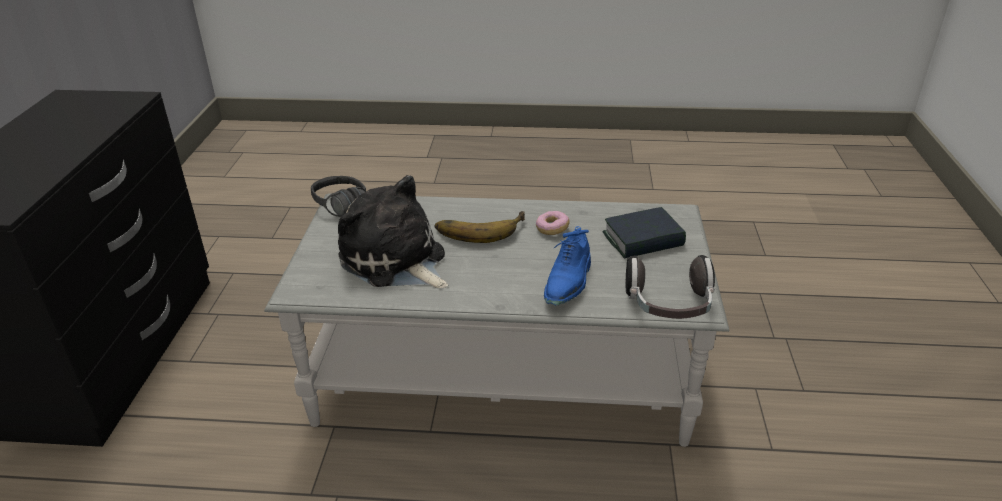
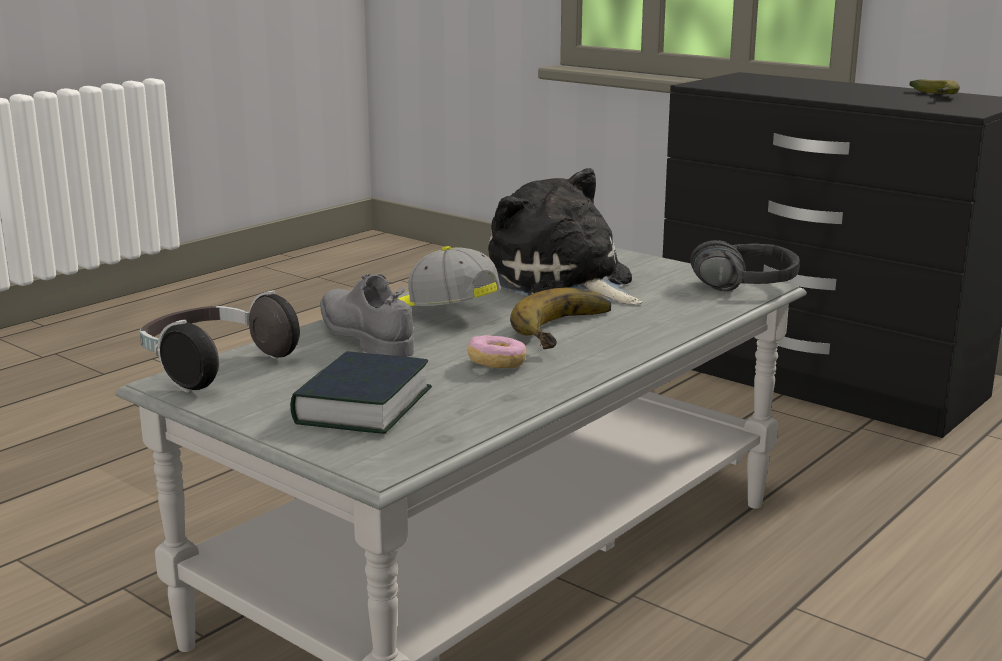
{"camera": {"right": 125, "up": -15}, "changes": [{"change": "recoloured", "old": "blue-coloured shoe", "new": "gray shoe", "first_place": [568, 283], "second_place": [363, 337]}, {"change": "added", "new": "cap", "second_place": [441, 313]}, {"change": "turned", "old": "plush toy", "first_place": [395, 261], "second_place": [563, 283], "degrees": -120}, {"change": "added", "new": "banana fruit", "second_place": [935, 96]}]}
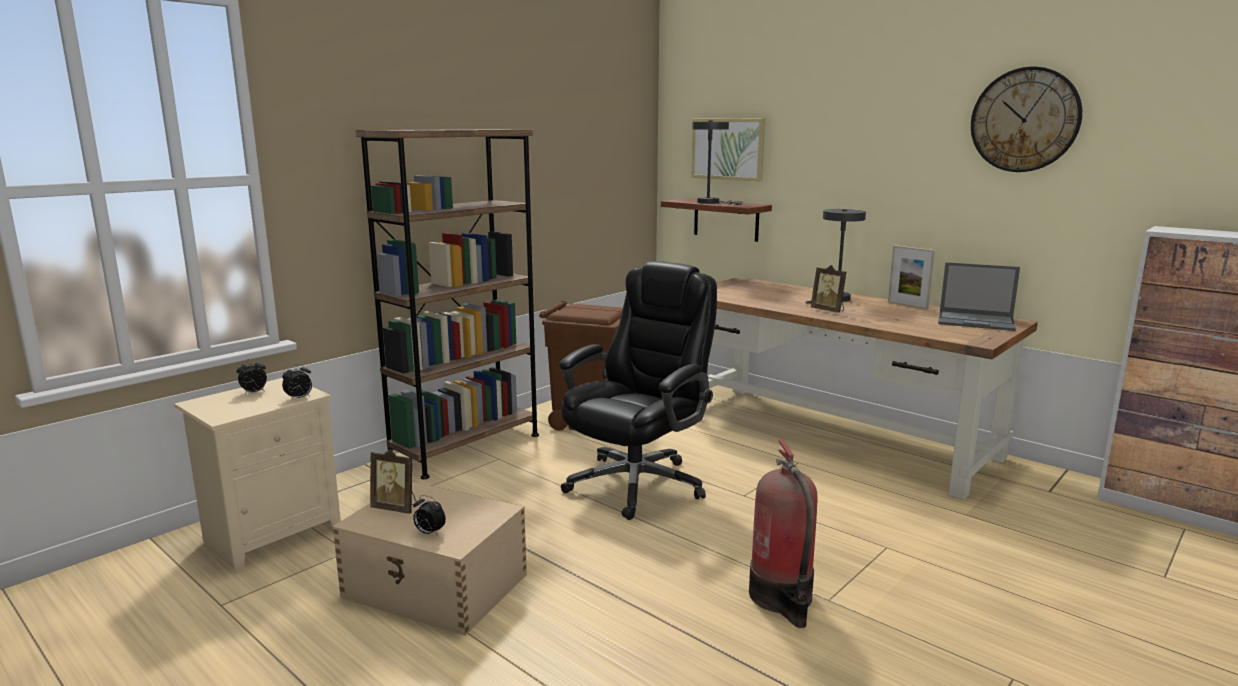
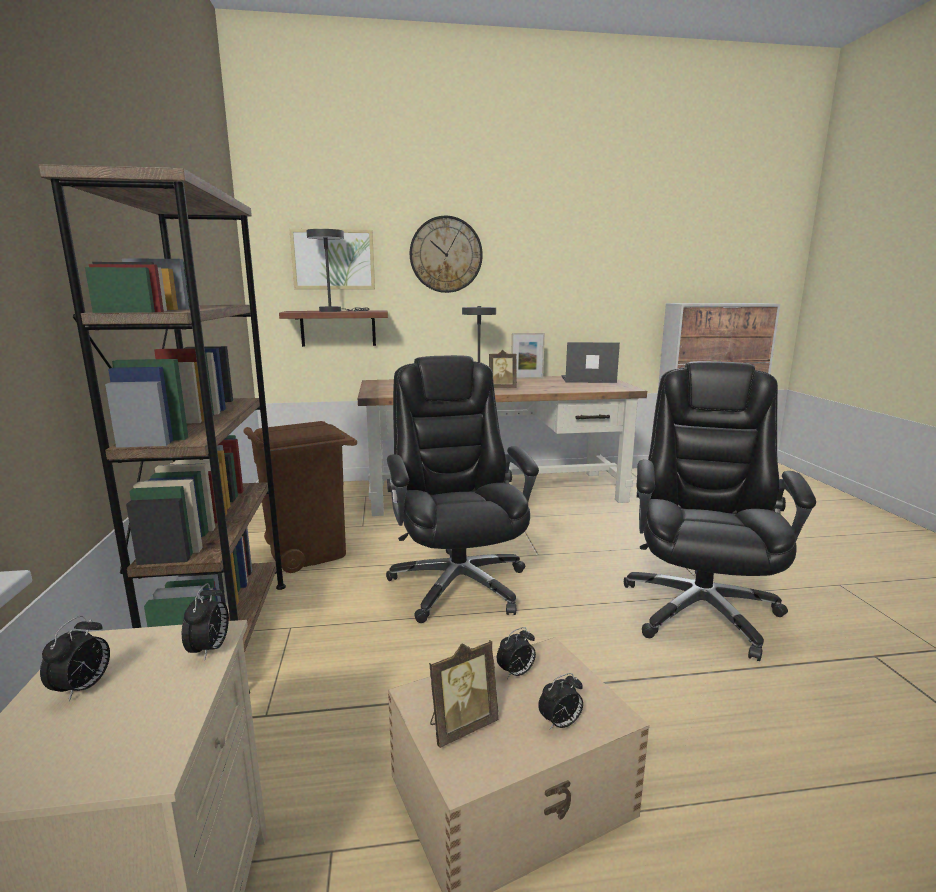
{"camera": {"right": -50, "up": 0}, "changes": [{"change": "moved", "old": "hanging clock", "first_place": [1025, 120], "second_place": [446, 255]}, {"change": "added", "new": "alarm clock", "second_place": [516, 673]}, {"change": "turned", "old": "laptop", "first_place": [977, 321], "second_place": [587, 379], "degrees": -150}, {"change": "replaced", "old": "fire extinguisher", "new": "black computer chair", "first_place": [782, 598], "second_place": [700, 609]}]}
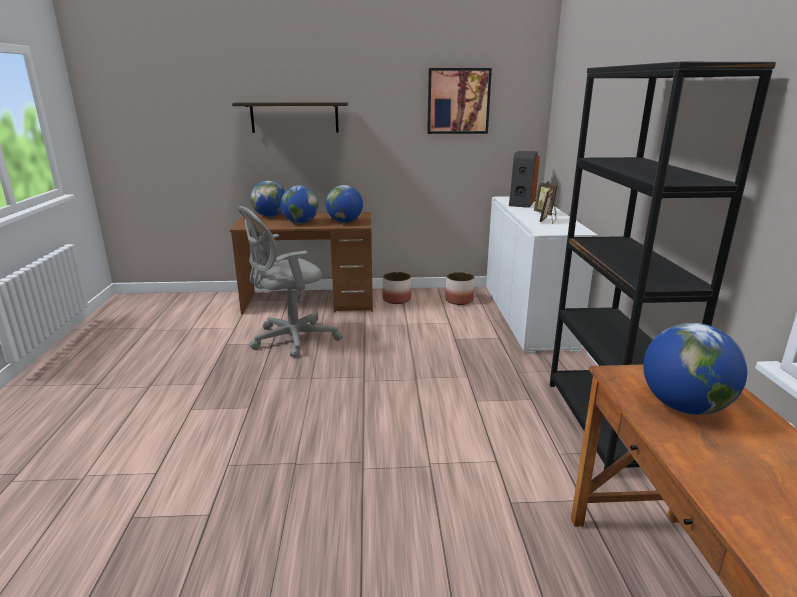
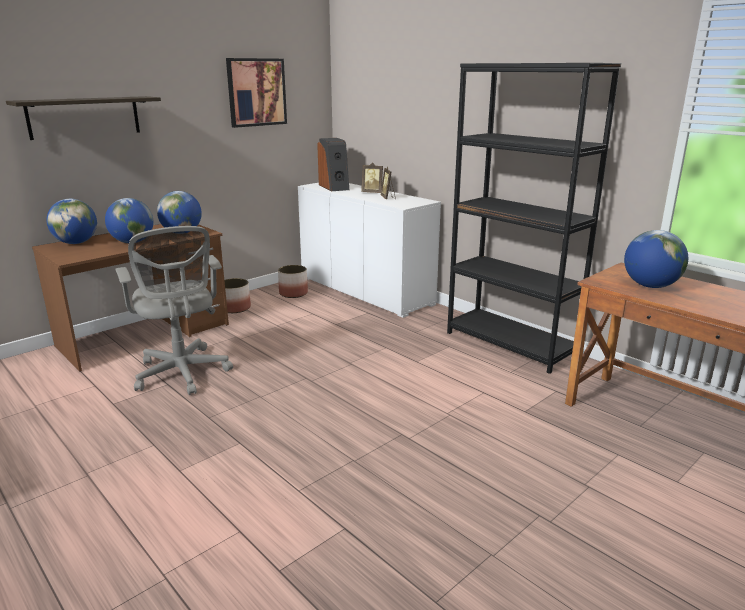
{"camera": {"right": -40, "up": 0}, "changes": [{"change": "turned", "old": "gray computer chair", "first_place": [290, 339], "second_place": [183, 374], "degrees": -45}]}
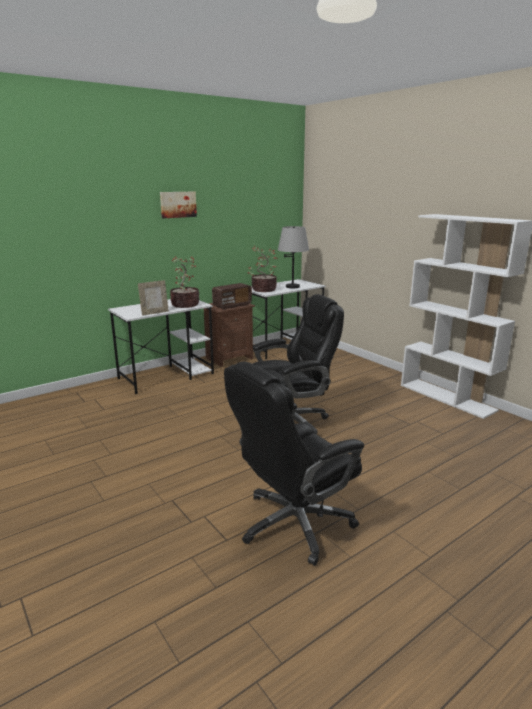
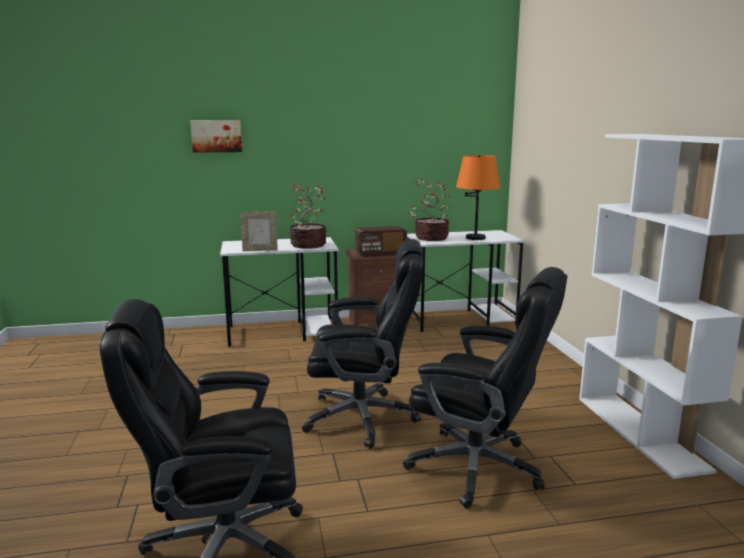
{"camera": {"right": 25, "up": -5}, "changes": [{"change": "moved", "old": "picture", "first_place": [178, 204], "second_place": [216, 136]}, {"change": "added", "new": "black computer chair", "second_place": [478, 468]}, {"change": "recoloured", "old": "gray table lamp", "new": "orange-coloured table lamp", "first_place": [292, 287], "second_place": [475, 238]}]}
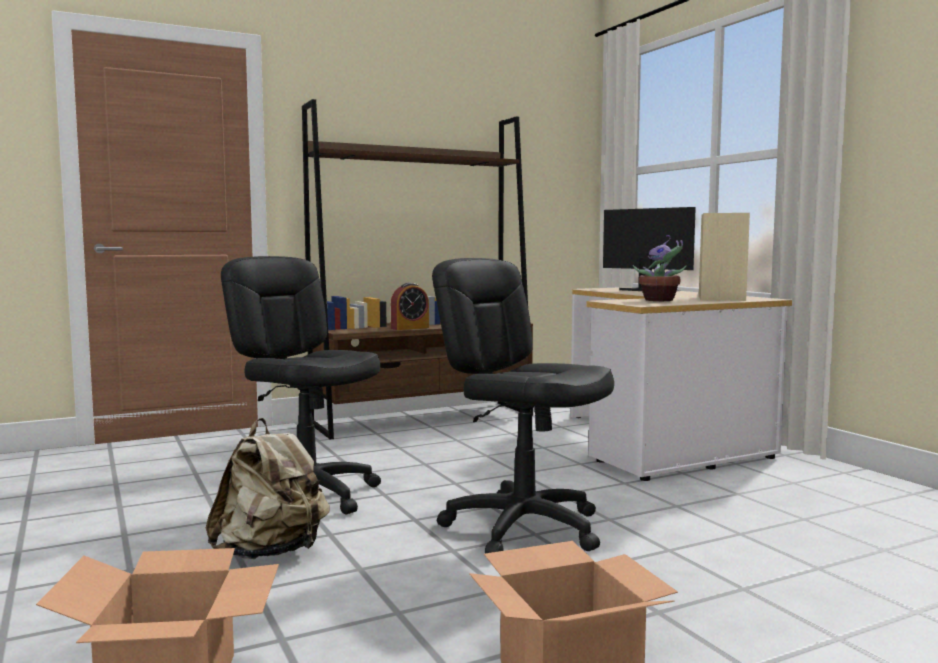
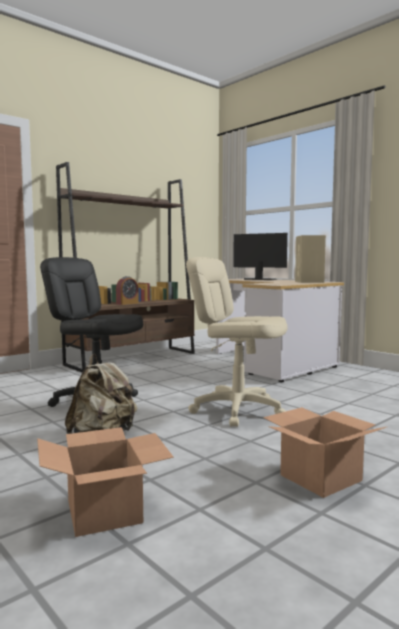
{"camera": {"right": -15, "up": 0}, "changes": [{"change": "recoloured", "old": "black computer chair", "new": "beige computer chair", "first_place": [523, 528], "second_place": [237, 410]}, {"change": "removed", "old": "houseplant", "first_place": [661, 300]}]}
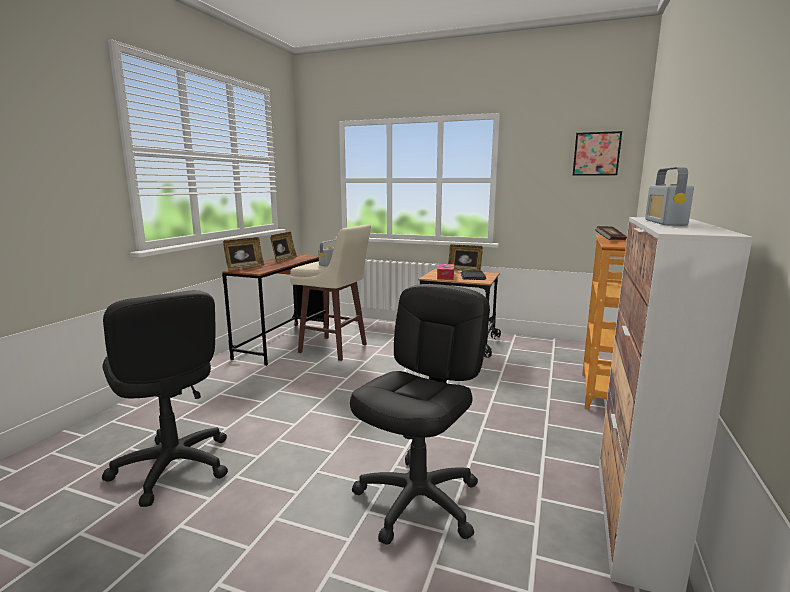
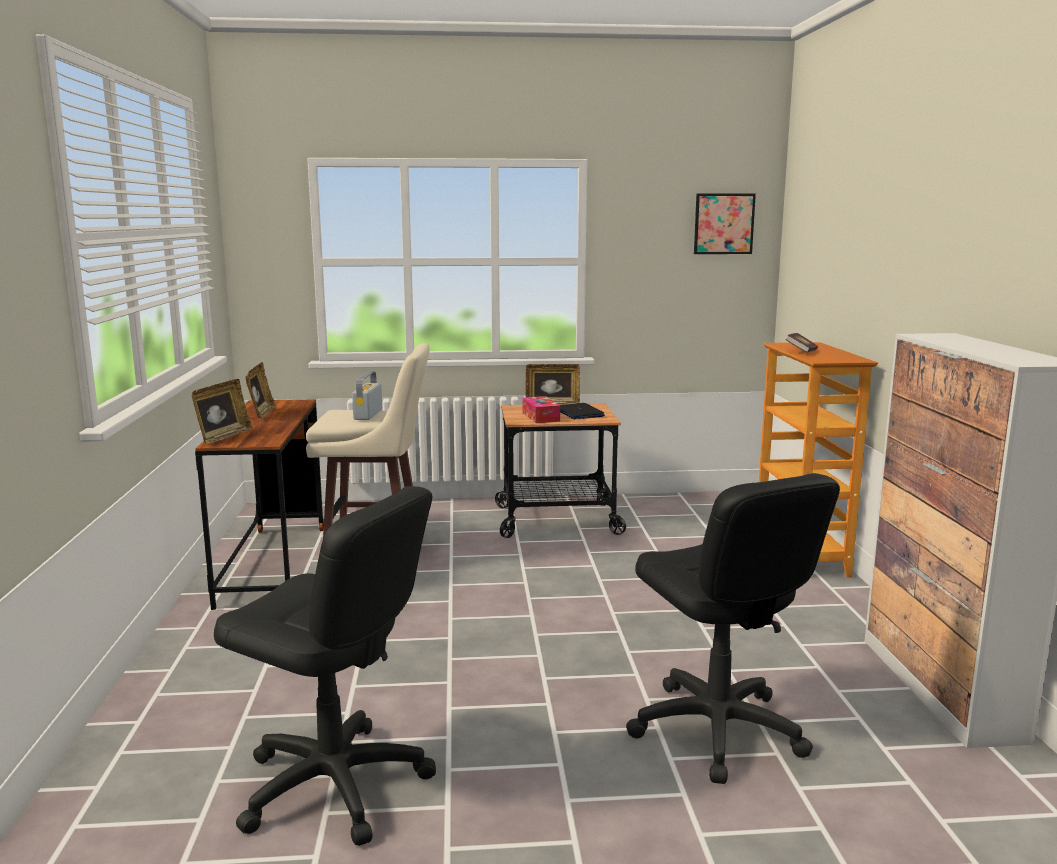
{"camera": {"right": -25, "up": 0}, "changes": [{"change": "turned", "old": "black computer chair", "first_place": [418, 501], "second_place": [716, 730], "degrees": 150}, {"change": "removed", "old": "radio set", "first_place": [665, 222]}]}
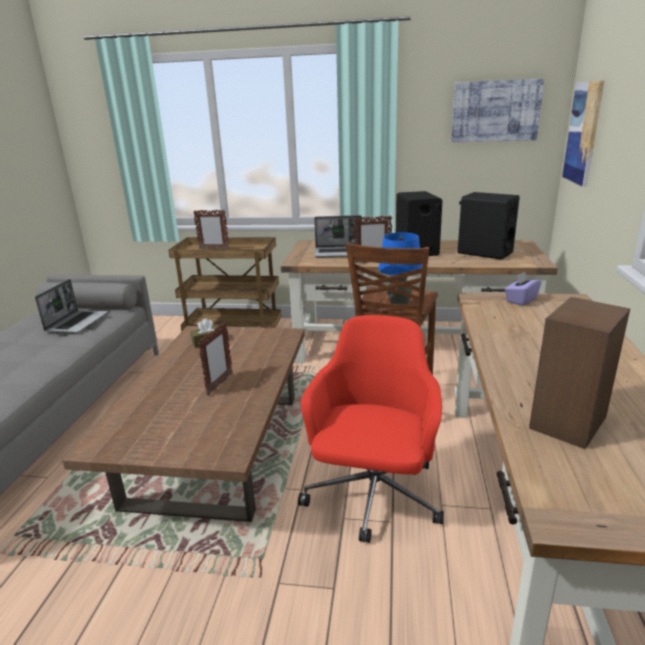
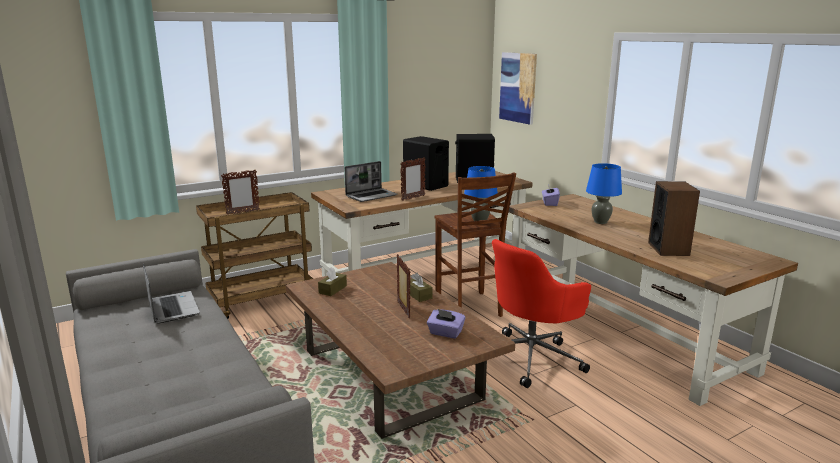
{"camera": {"right": -40, "up": -5}, "changes": [{"change": "added", "new": "brownish box of tissues", "second_place": [418, 295]}, {"change": "added", "new": "purple box of tissues", "second_place": [445, 333]}, {"change": "turned", "old": "red-coloured computer chair", "first_place": [373, 496], "second_place": [532, 357], "degrees": -105}, {"change": "added", "new": "blue-coloured table lamp", "second_place": [600, 222]}, {"change": "removed", "old": "picture", "first_place": [495, 111]}]}
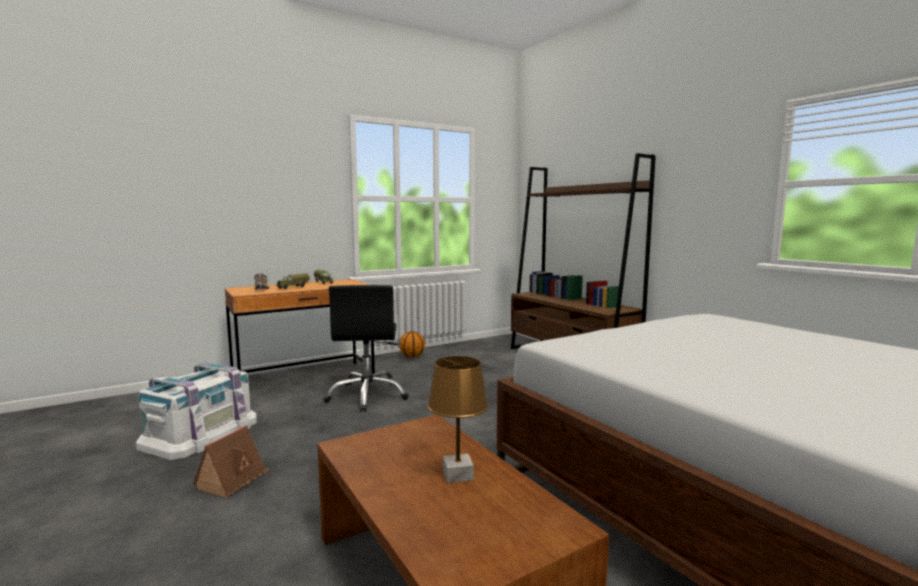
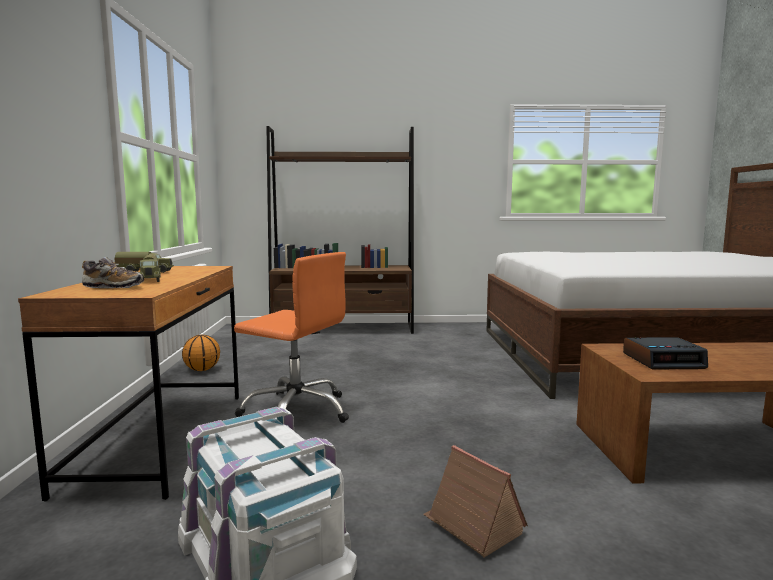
{"camera": {"right": -60, "up": 0}, "changes": [{"change": "recoloured", "old": "black computer chair", "new": "orange-coloured computer chair", "first_place": [368, 396], "second_place": [297, 411]}, {"change": "added", "new": "alarm clock", "second_place": [663, 361]}, {"change": "removed", "old": "brownish table lamp", "first_place": [458, 475]}]}
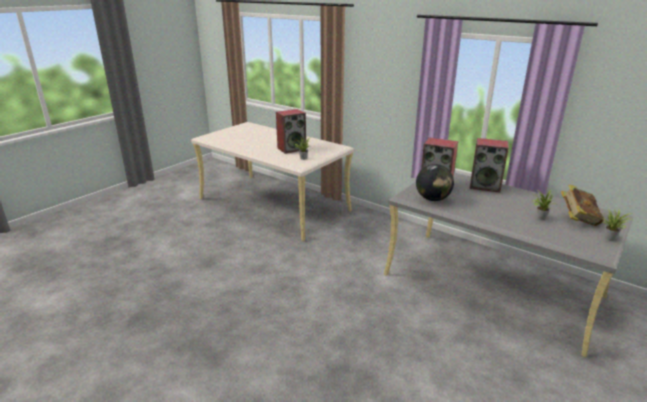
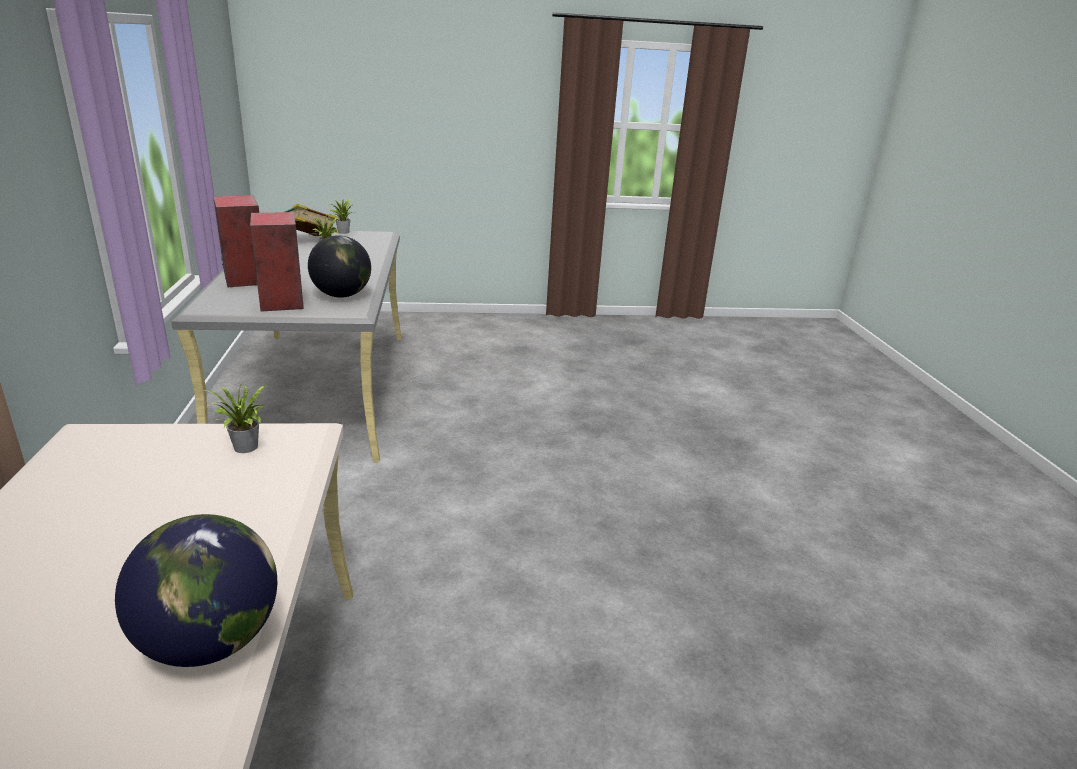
{"camera": {"right": -135, "up": 0}, "changes": [{"change": "added", "new": "globe", "second_place": [211, 641]}, {"change": "removed", "old": "speaker", "first_place": [292, 148]}]}
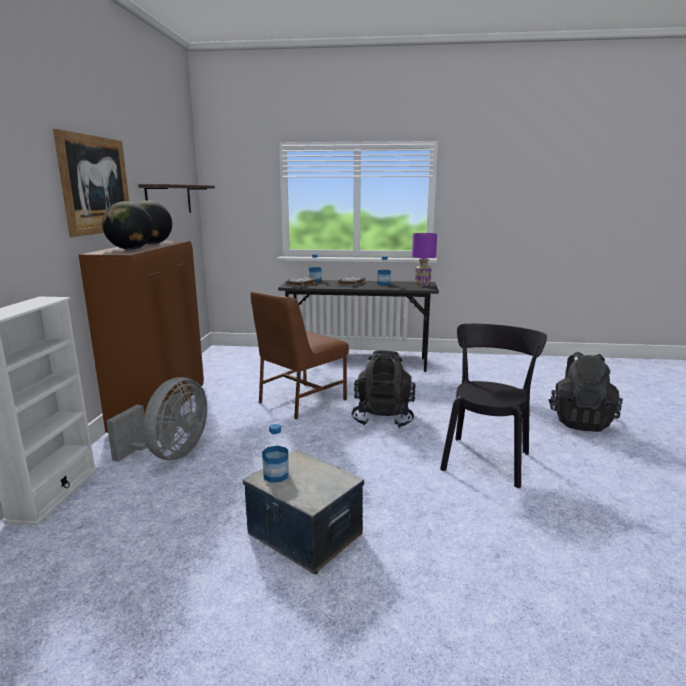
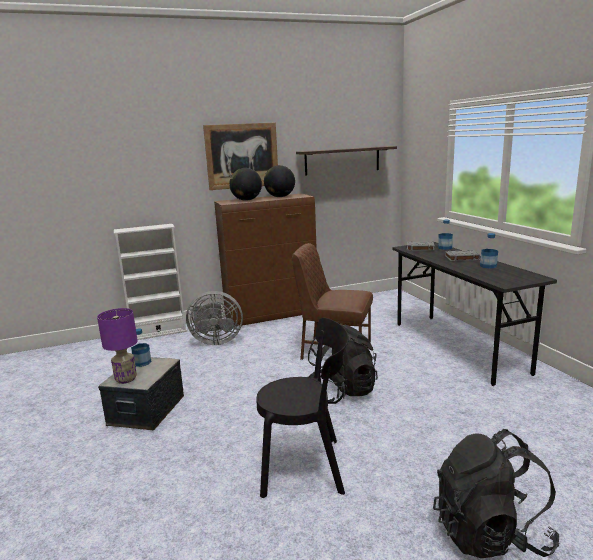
{"camera": {"right": 65, "up": 0}, "changes": [{"change": "moved", "old": "purple table lamp", "first_place": [422, 285], "second_place": [125, 379]}]}
